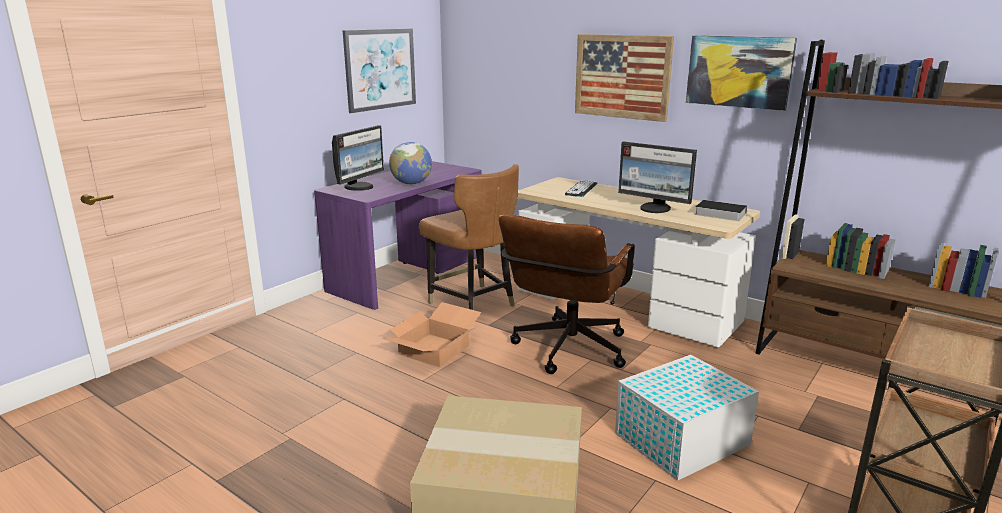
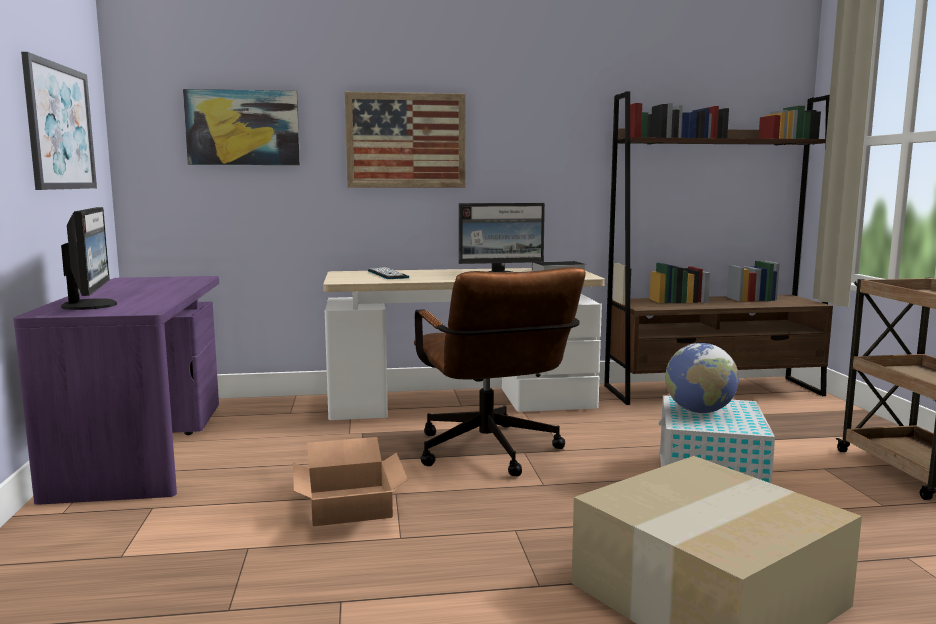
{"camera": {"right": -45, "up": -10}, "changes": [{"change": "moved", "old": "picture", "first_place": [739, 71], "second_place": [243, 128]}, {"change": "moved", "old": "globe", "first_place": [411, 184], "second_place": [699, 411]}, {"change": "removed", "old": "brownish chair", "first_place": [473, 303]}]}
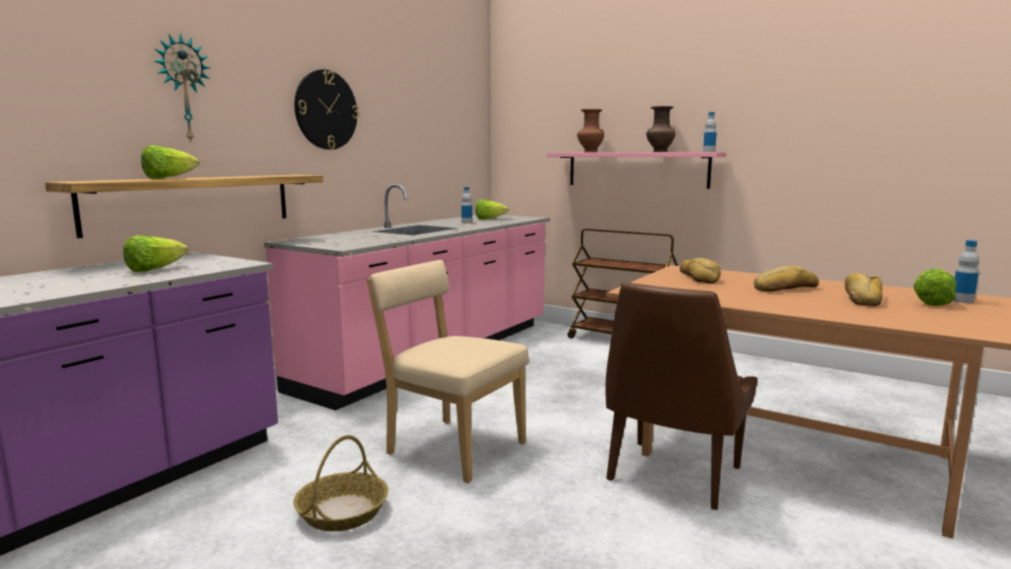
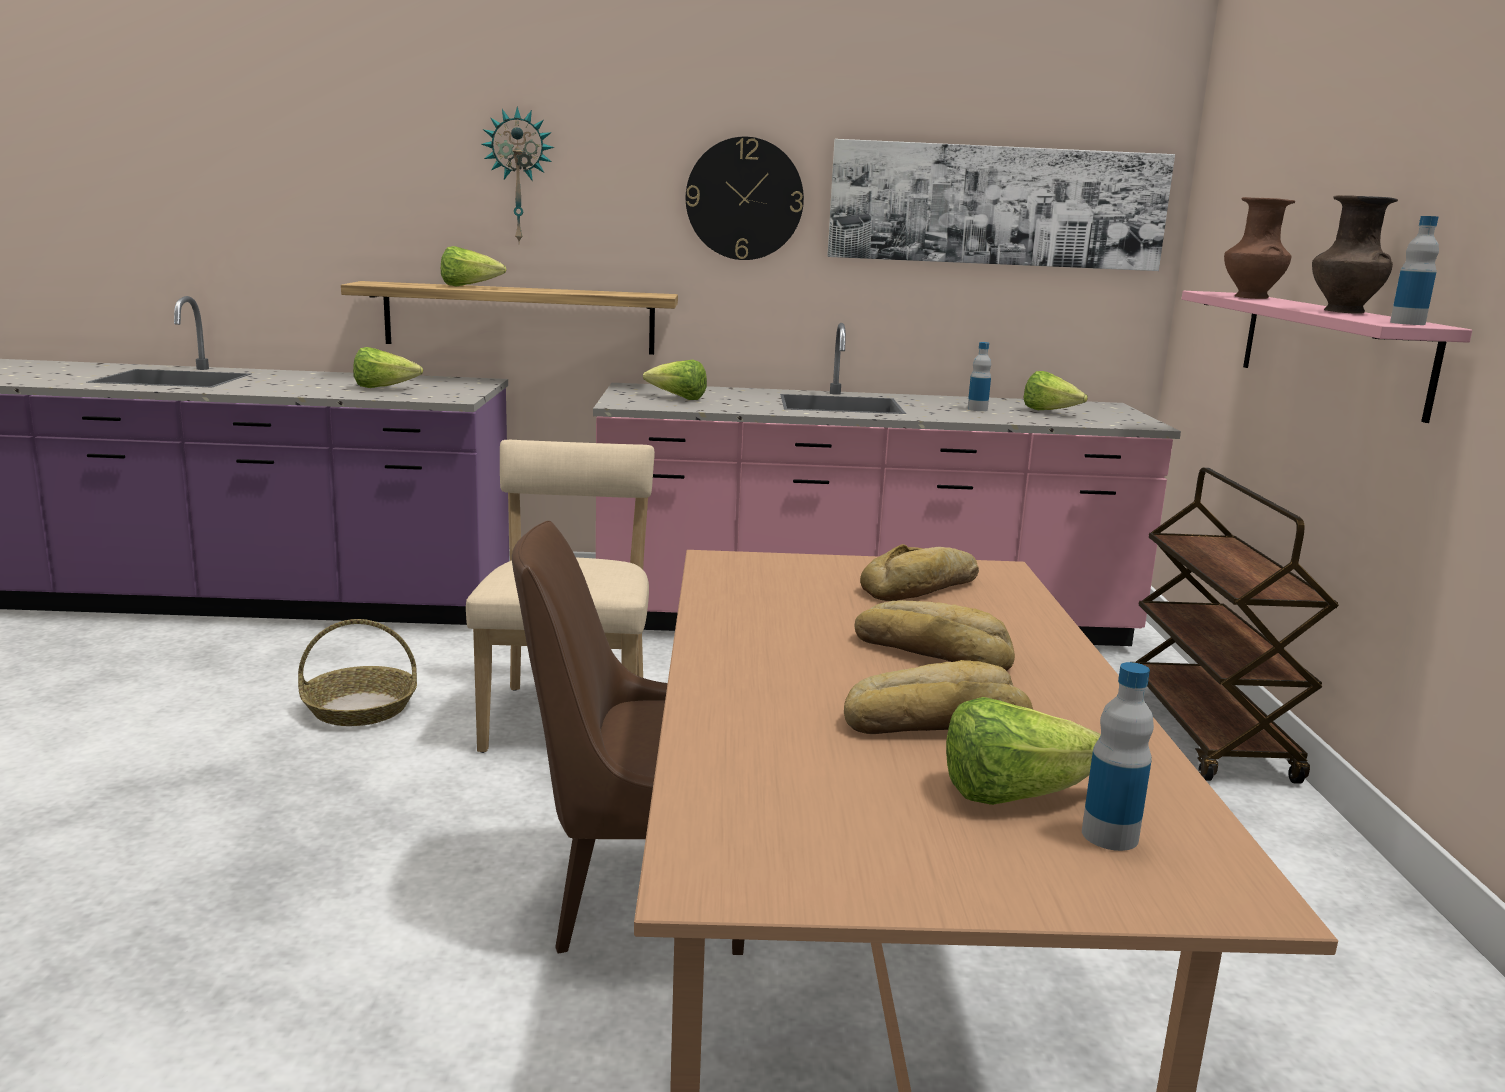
{"camera": {"right": 55, "up": 5}, "changes": [{"change": "added", "new": "lettuce", "second_place": [678, 398]}, {"change": "added", "new": "picture", "second_place": [997, 206]}]}
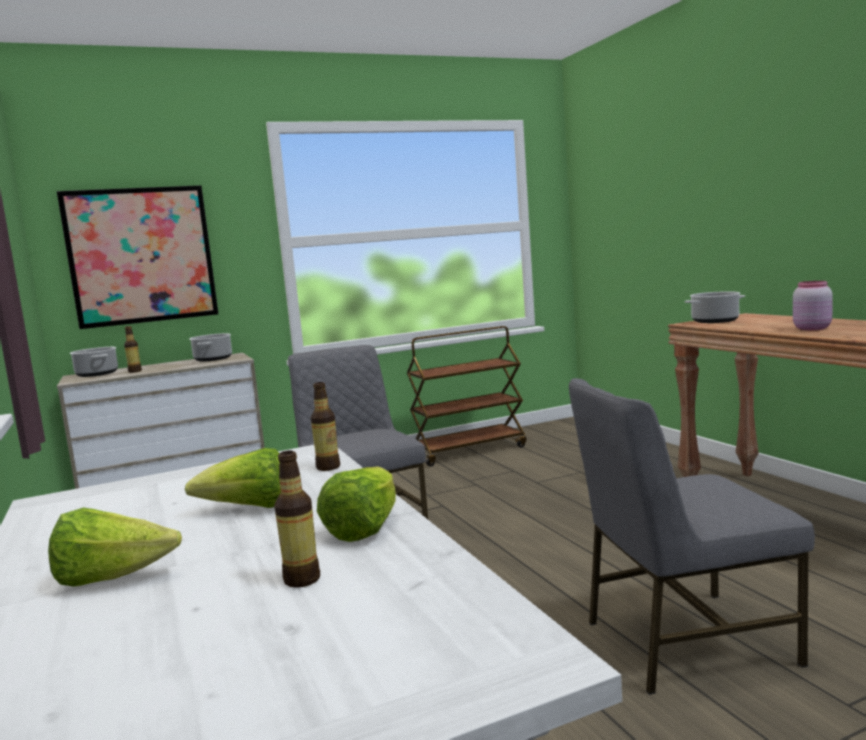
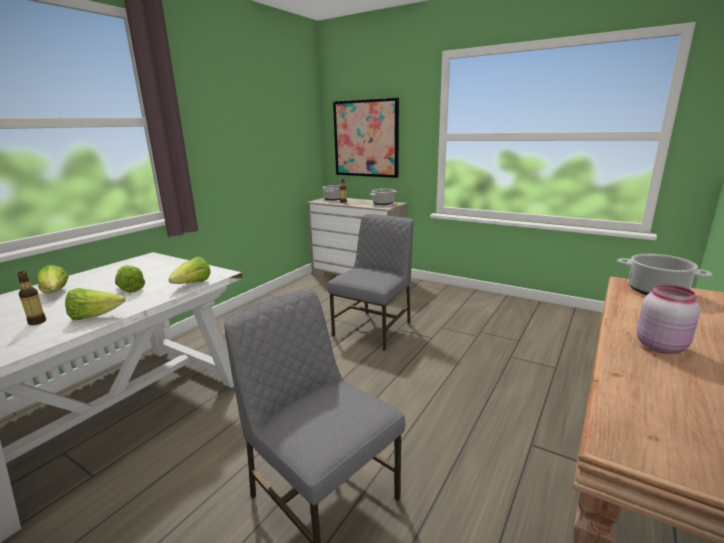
{"camera": {"right": 55, "up": 10}, "changes": [{"change": "replaced", "old": "beverage bottle", "new": "lettuce", "first_place": [328, 467], "second_place": [193, 284]}, {"change": "removed", "old": "brownish wheeled cart", "first_place": [469, 451]}]}
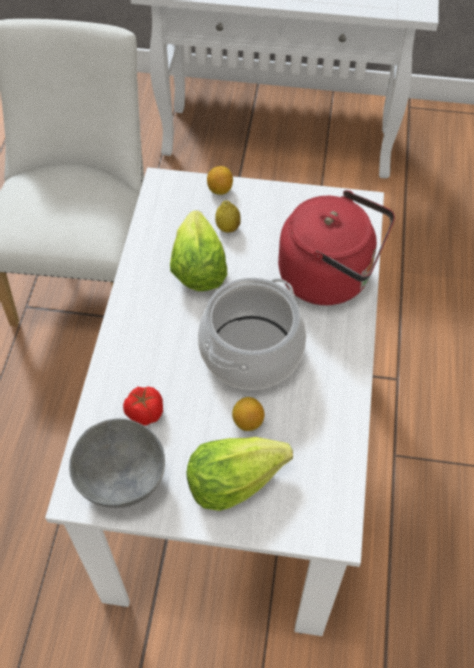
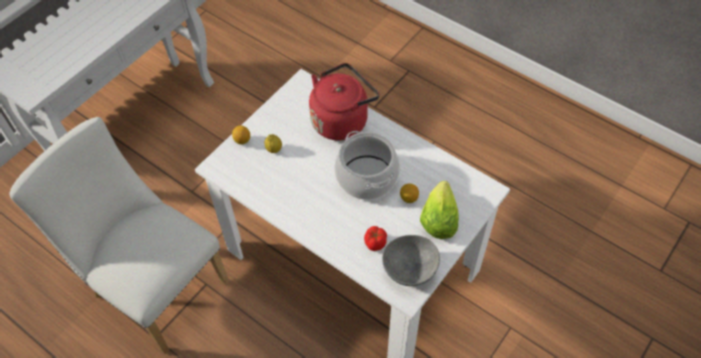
{"camera": {"right": -60, "up": 0}, "changes": [{"change": "removed", "old": "lettuce", "first_place": [198, 267]}]}
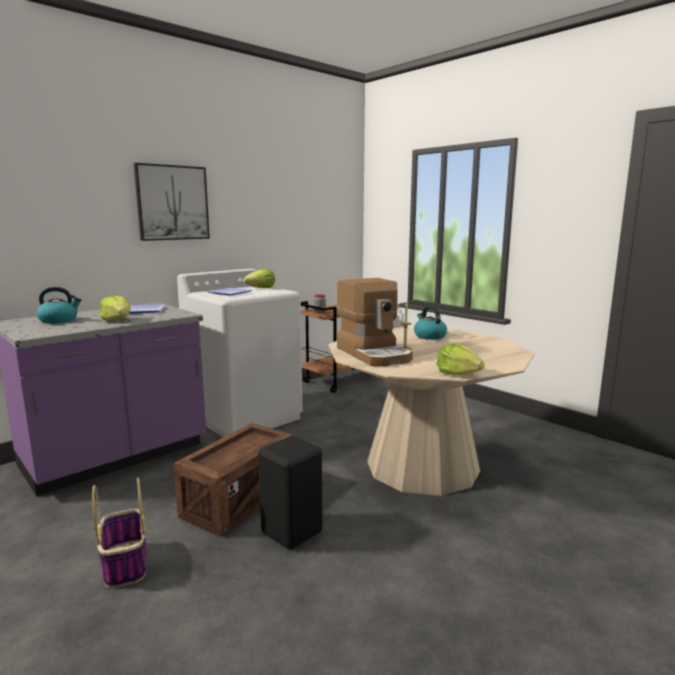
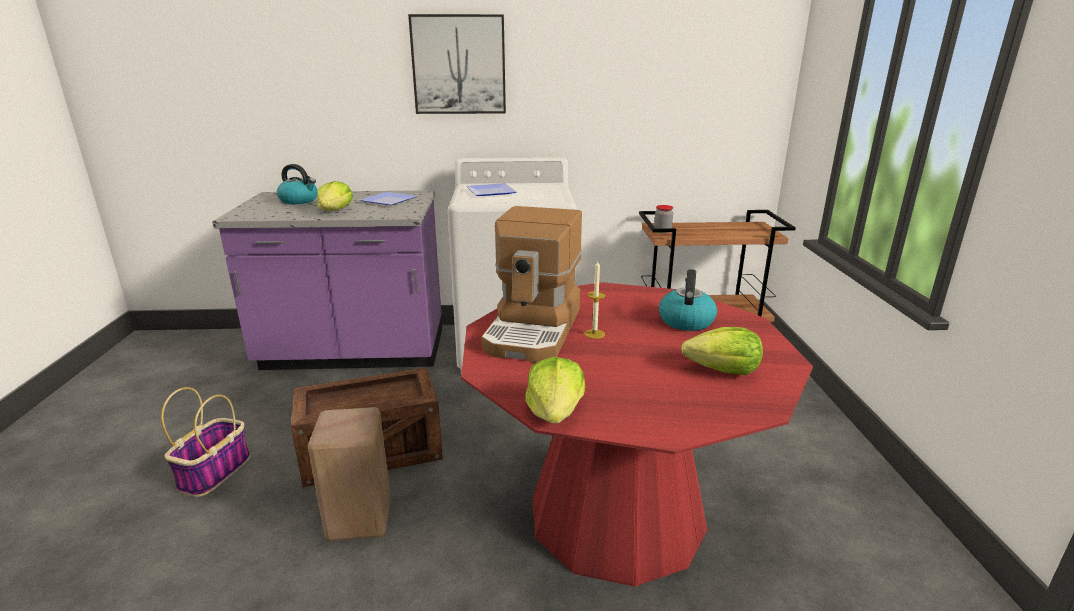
{"camera": {"right": 40, "up": 10}, "changes": [{"change": "recoloured", "old": "black stool", "new": "beige stool", "first_place": [290, 532], "second_place": [358, 519]}, {"change": "recoloured", "old": "beige kitchen table", "new": "red-coloured kitchen table", "first_place": [422, 466], "second_place": [617, 514]}, {"change": "moved", "old": "lettuce", "first_place": [261, 288], "second_place": [723, 370]}]}
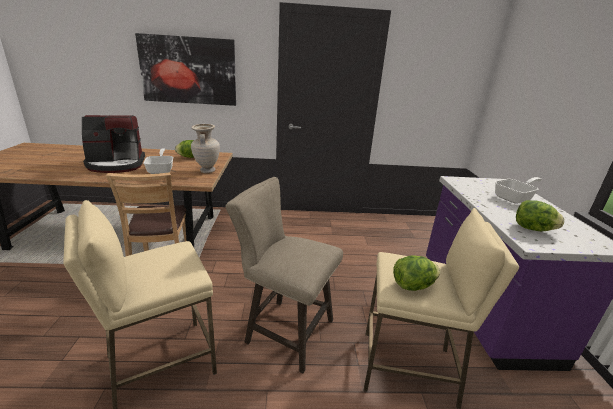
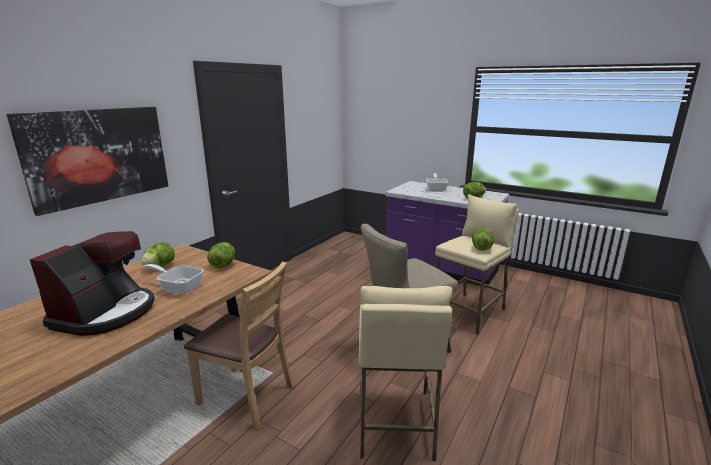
{"camera": {"right": -55, "up": -5}, "changes": [{"change": "replaced", "old": "beige decorative vase", "new": "lettuce", "first_place": [207, 171], "second_place": [223, 265]}]}
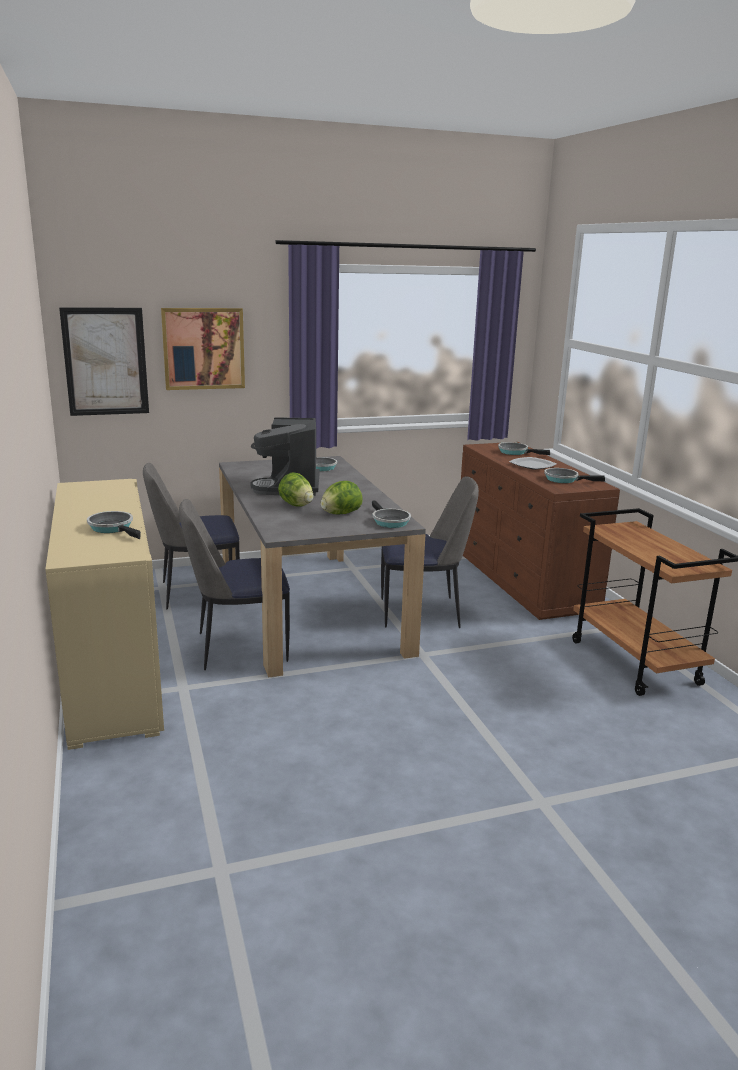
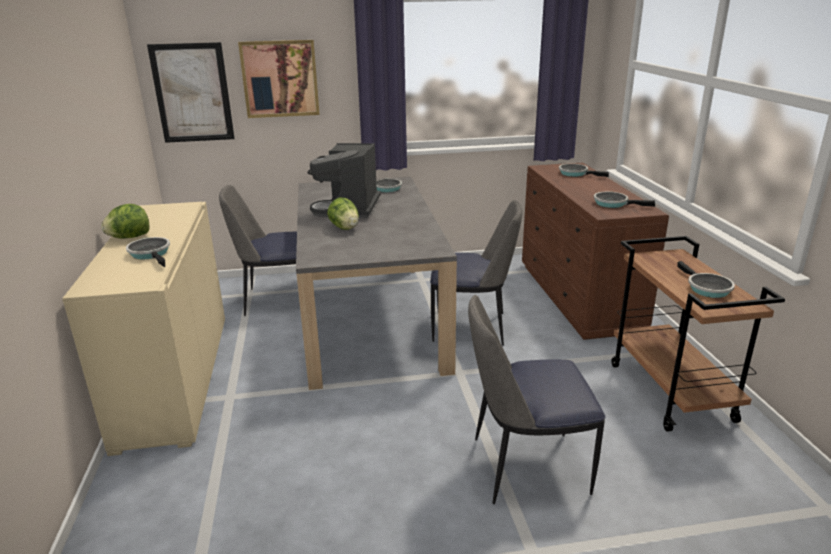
{"camera": {"right": 10, "up": 5}, "changes": [{"change": "moved", "old": "lettuce", "first_place": [340, 514], "second_place": [129, 237]}, {"change": "moved", "old": "chair", "first_place": [238, 648], "second_place": [525, 466]}, {"change": "moved", "old": "skillet", "first_place": [389, 521], "second_place": [706, 288]}, {"change": "removed", "old": "dinner plate", "first_place": [532, 465]}]}
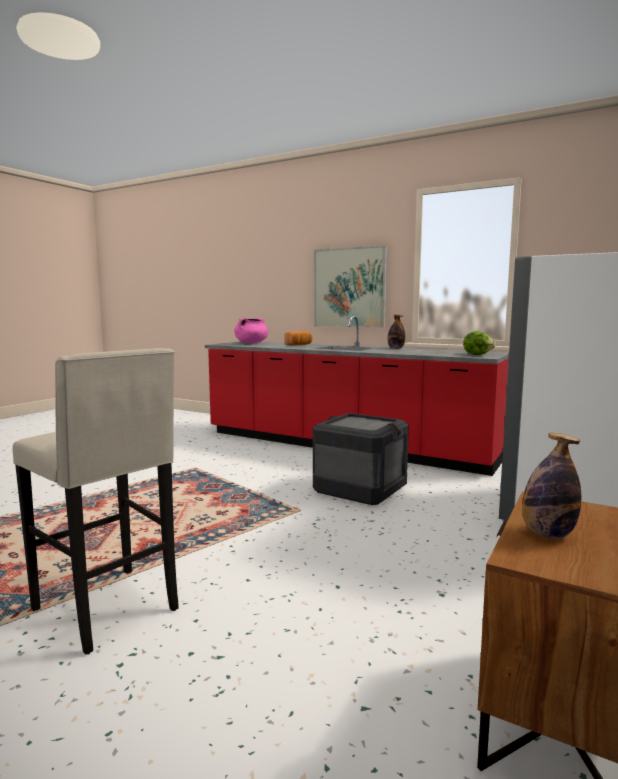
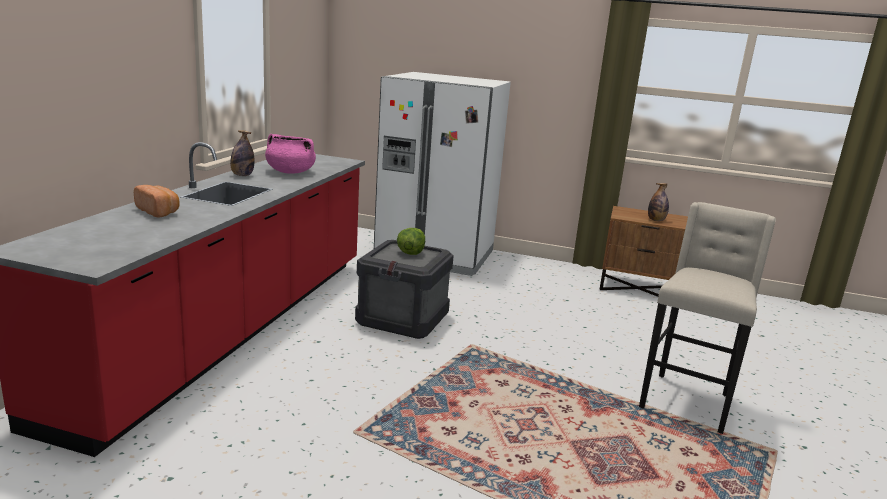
{"camera": {"right": -105, "up": 10}, "changes": [{"change": "moved", "old": "pinkish cooking pot", "first_place": [251, 343], "second_place": [290, 172]}, {"change": "moved", "old": "lettuce", "first_place": [477, 355], "second_place": [410, 253]}, {"change": "removed", "old": "picture", "first_place": [349, 287]}]}
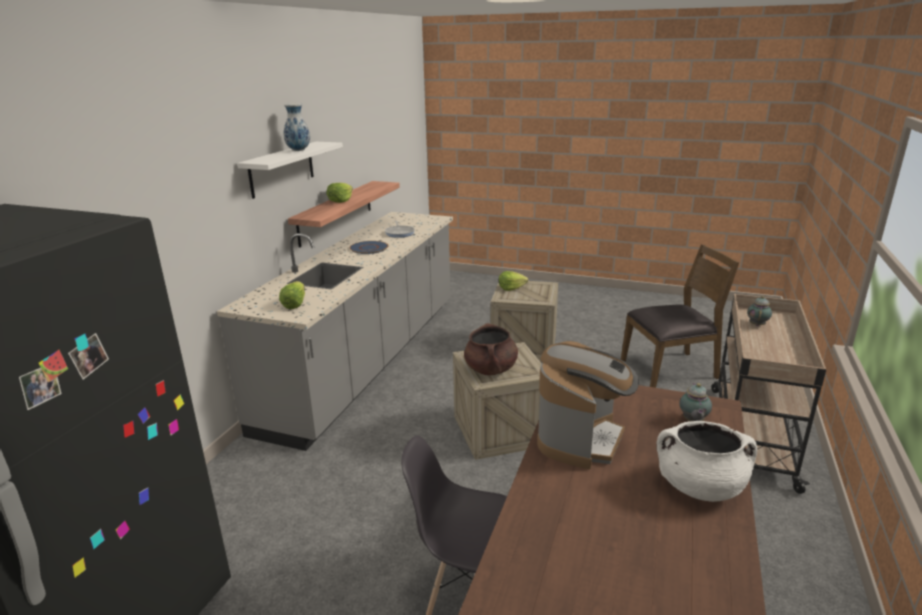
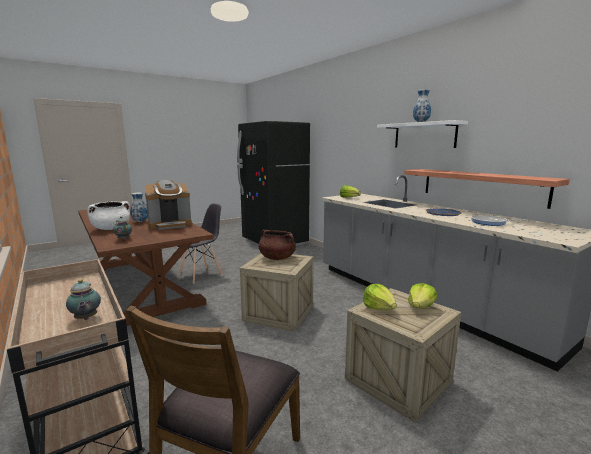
{"camera": {"right": 125, "up": -10}, "changes": [{"change": "added", "new": "decorative vase", "second_place": [140, 221]}, {"change": "turned", "old": "coffee maker", "first_place": [581, 439], "second_place": [170, 225], "degrees": -90}, {"change": "moved", "old": "lettuce", "first_place": [340, 201], "second_place": [379, 307]}]}
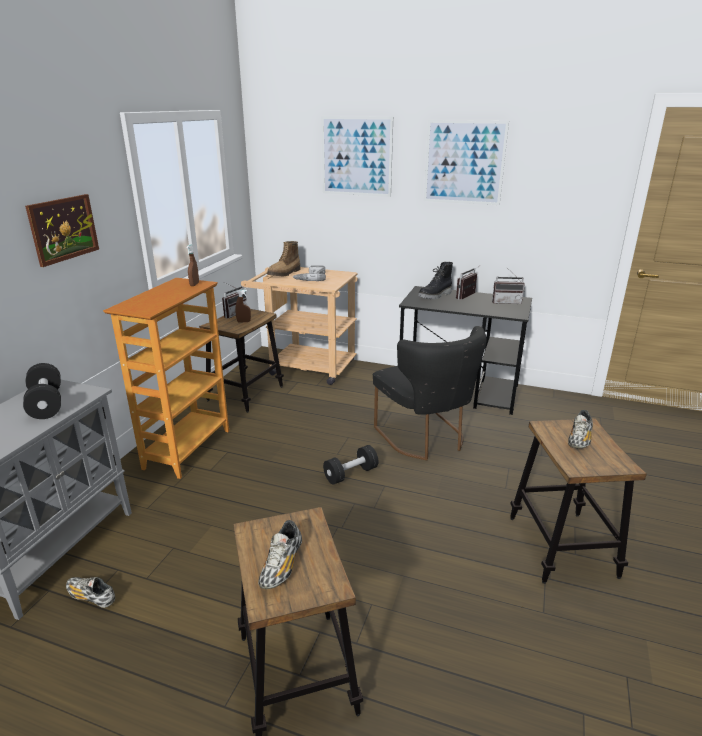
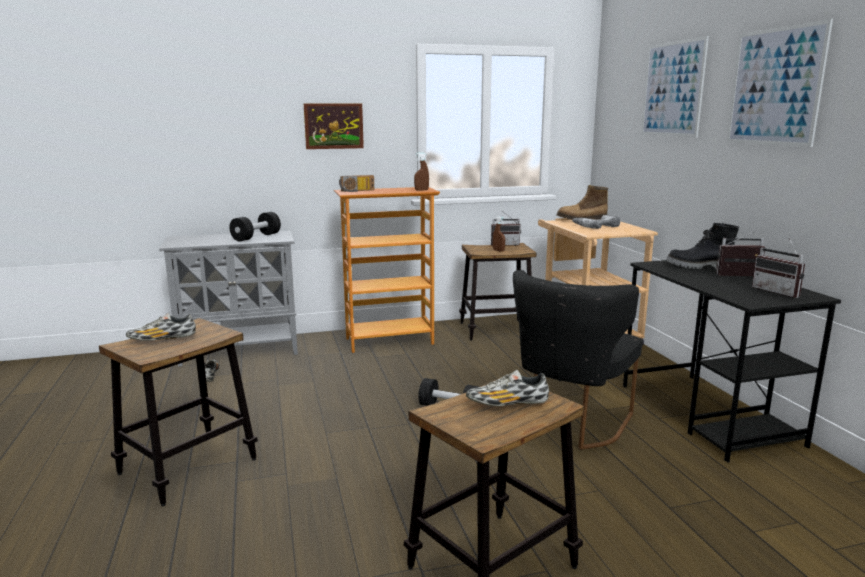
{"camera": {"right": 55, "up": -10}, "changes": [{"change": "added", "new": "radio set", "second_place": [357, 191]}]}
